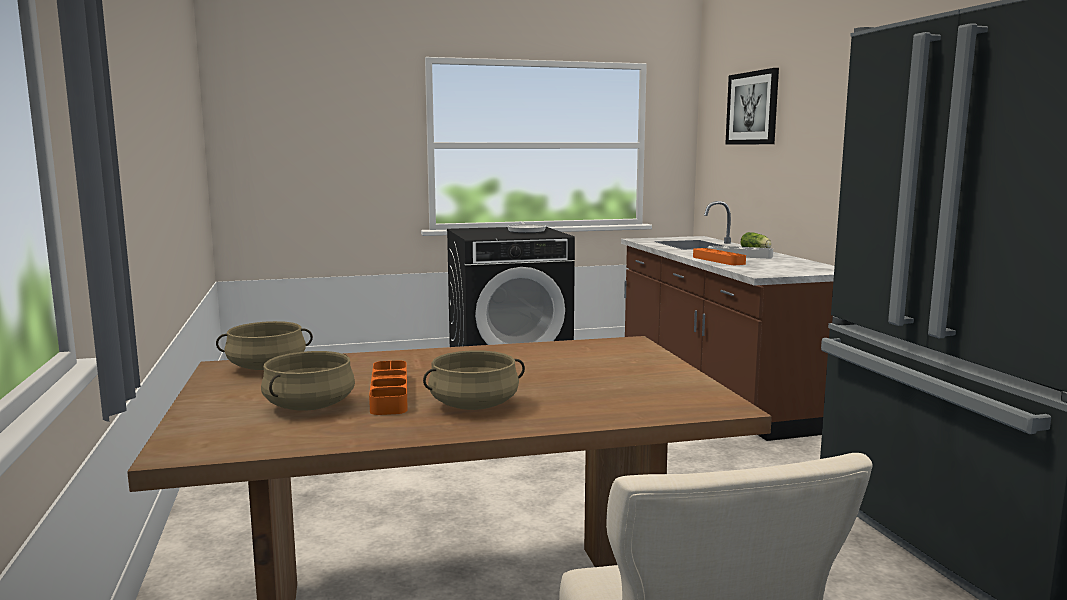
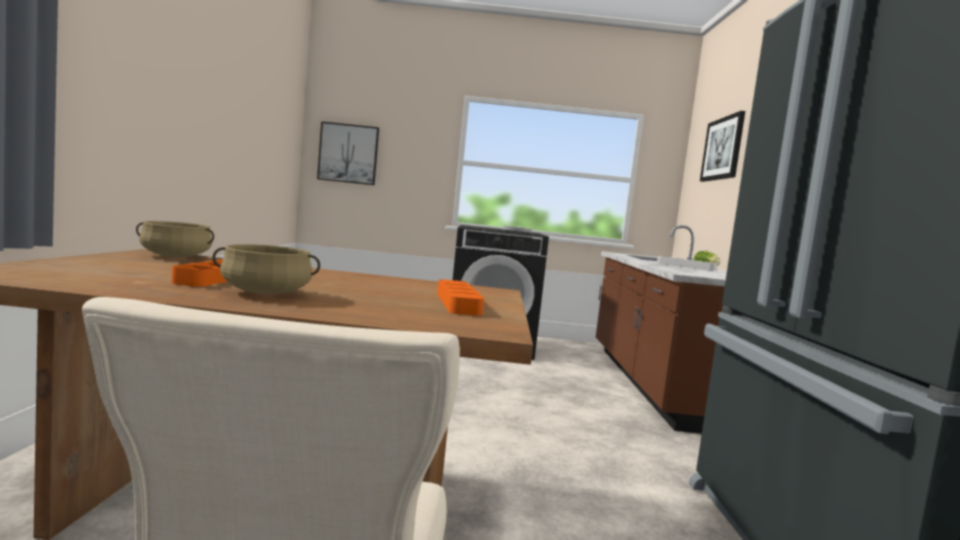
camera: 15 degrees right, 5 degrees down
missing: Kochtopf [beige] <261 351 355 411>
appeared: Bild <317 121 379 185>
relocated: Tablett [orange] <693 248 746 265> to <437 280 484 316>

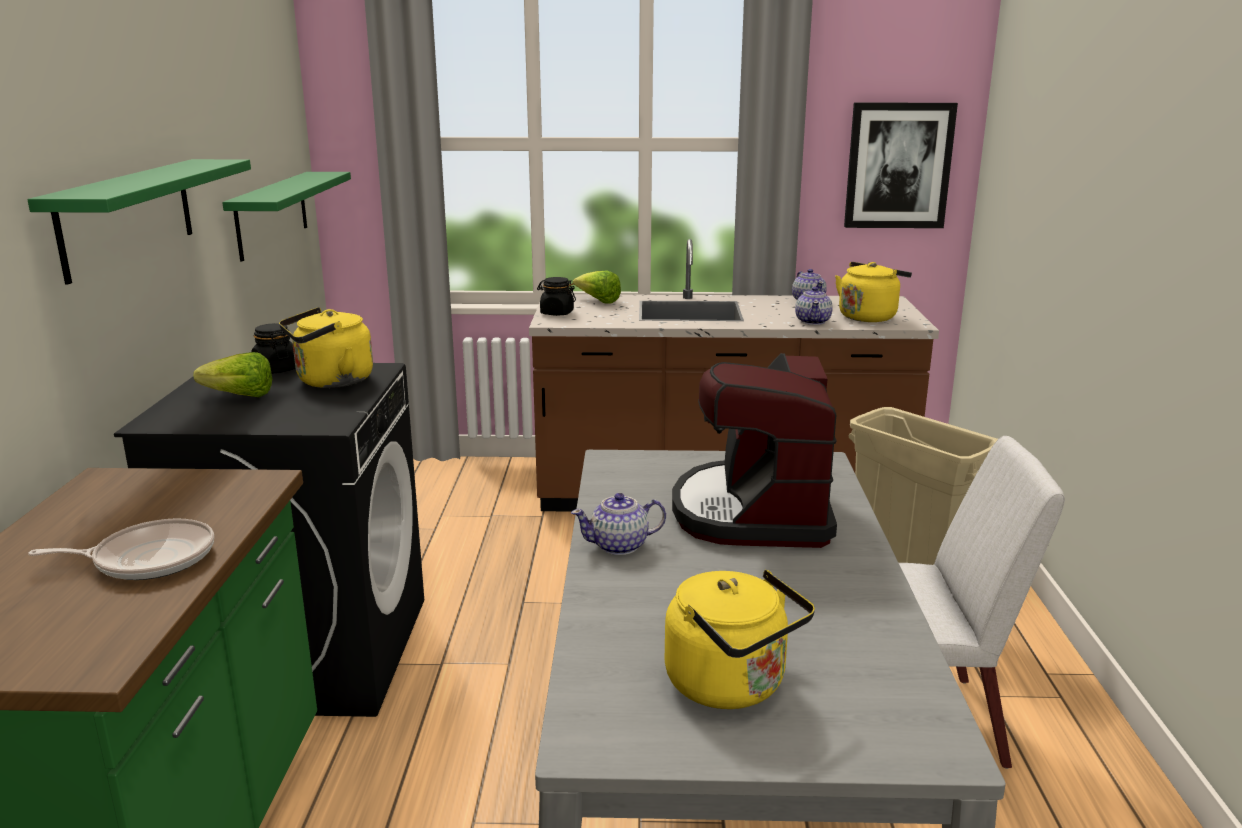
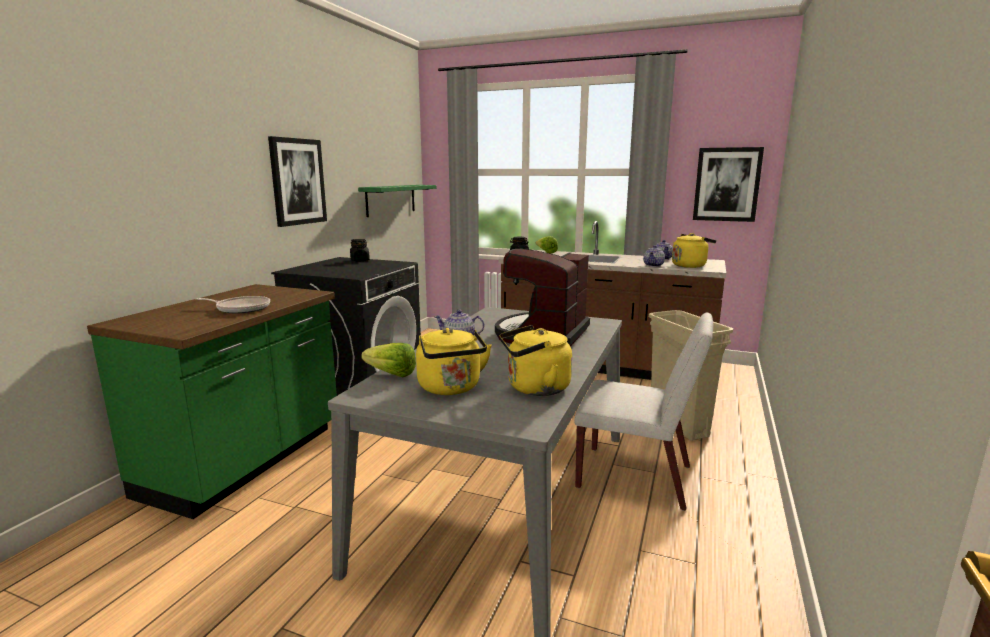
camera: 20 degrees right, 5 degrees down
relocated: Salatkopf <193 352 272 397> to <361 343 416 377>; Wasserkessel [gelb] <279 307 373 388> to <500 325 572 396>
exchanged: Wandregal [grün] <27 159 251 285> to Bild <268 136 327 227>

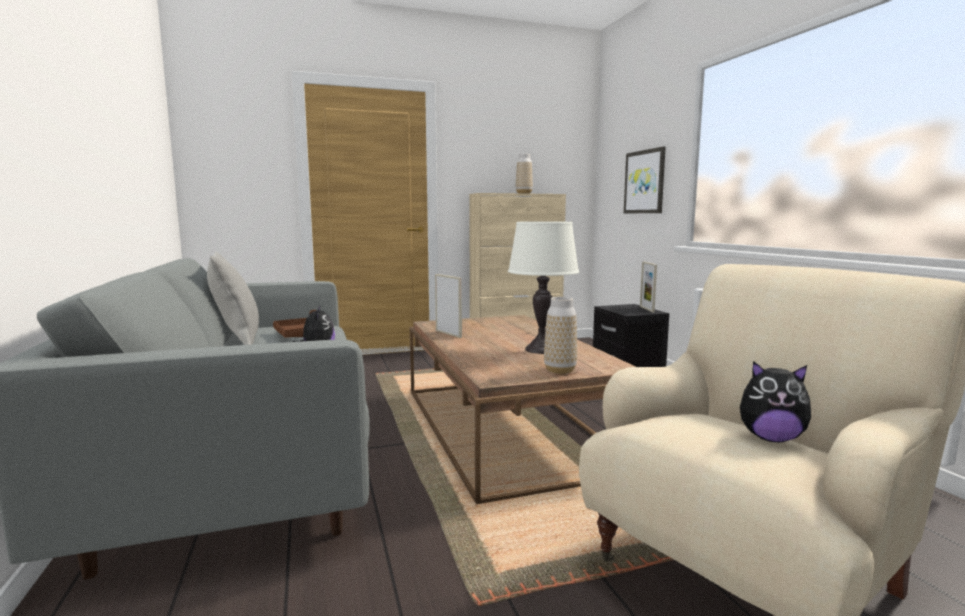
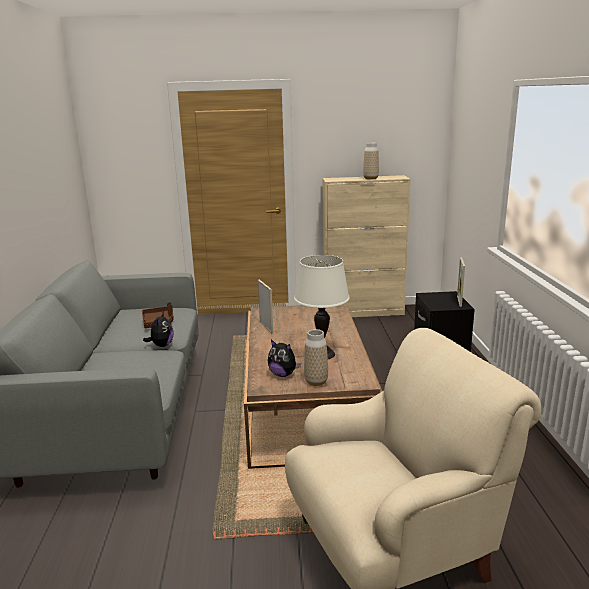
camera: 15 degrees right, 10 degrees up
missing: Kissen [grau] <207 252 259 345>; Bild <624 146 666 213>
relocated: Plüschtier <740 361 811 442> to <268 340 301 377>

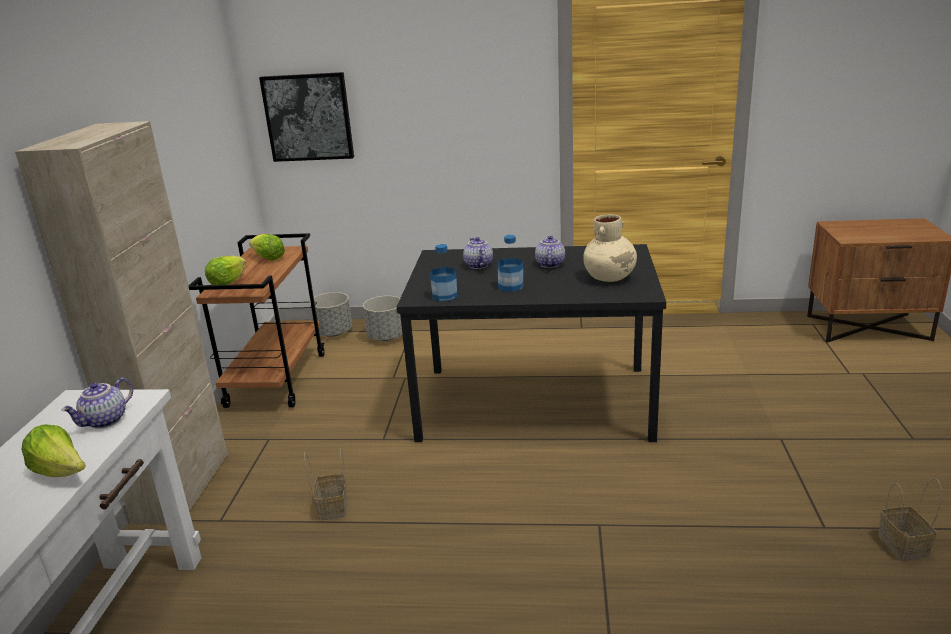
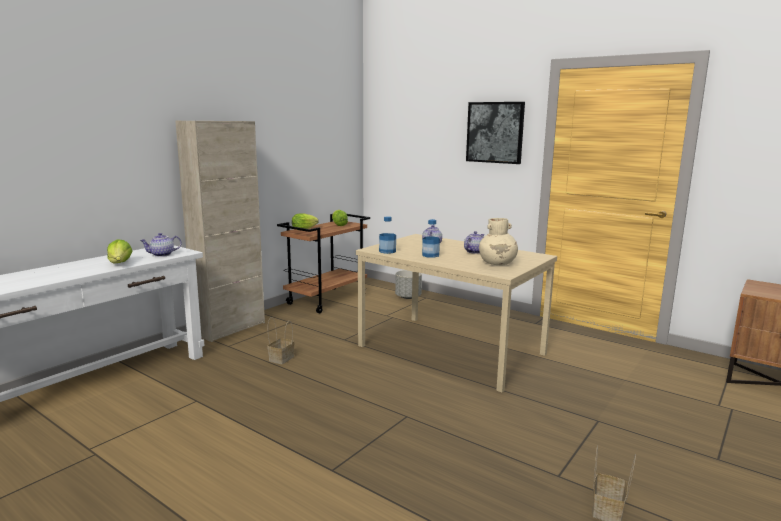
camera: 30 degrees right, 10 degrees down
missing: Pflanzkübel [grau] <310 292 352 337>
relocated: Bild <259 72 354 162> to <466 102 525 164>
colour: Esstisch [schwarz] <397 244 666 442> to Esstisch [beige] <356 234 557 392>

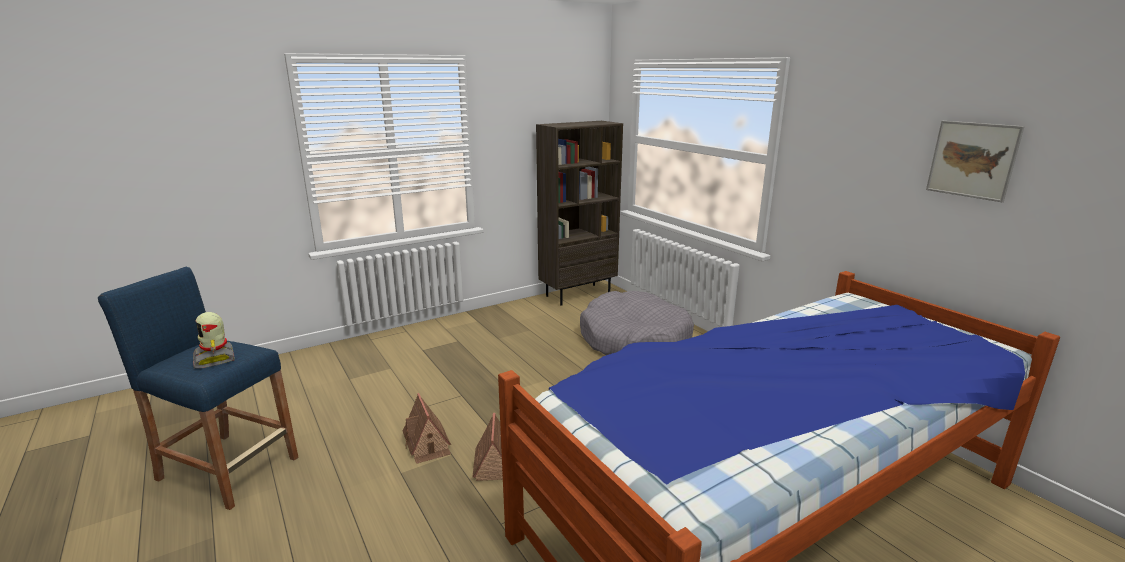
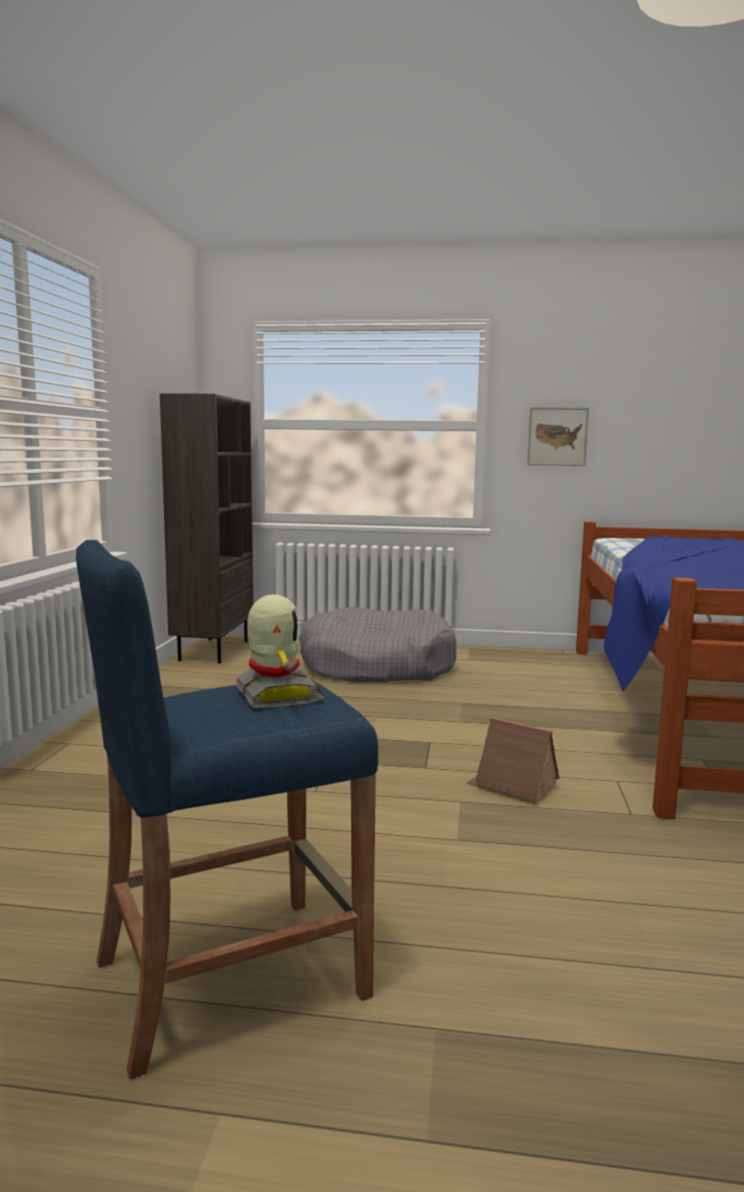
camera: 50 degrees left, 10 degrees down
missing: Spielzeughaus <403 393 451 464>
relocated: Bild <926 121 1025 202> to <527 407 589 466>
spun: Spielzeugroboter <193 312 235 369> = <236 594 325 708> 120 degrees counterclockwise

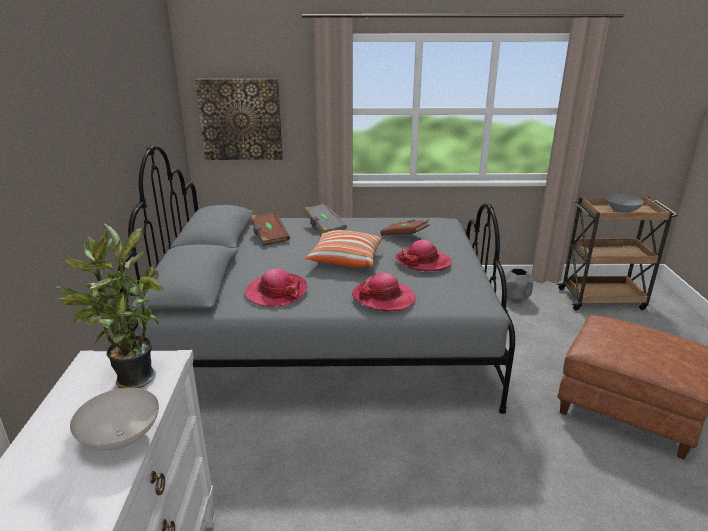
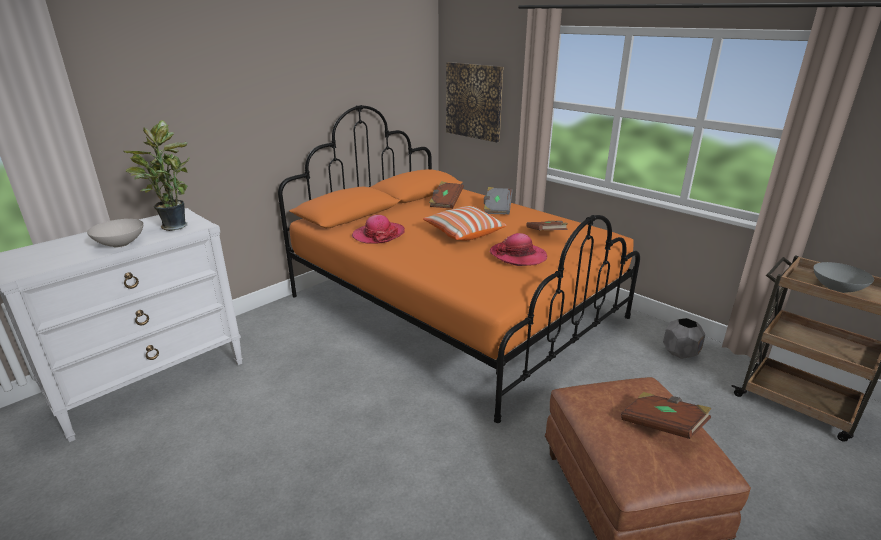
camera: 45 degrees right, 0 degrees up
missing: Hut <352 273 416 312>
appeared: Buch [braun] <621 392 711 439>
colour: Bett [grau] <118 146 515 414> to Bett [orange] <278 105 640 423>

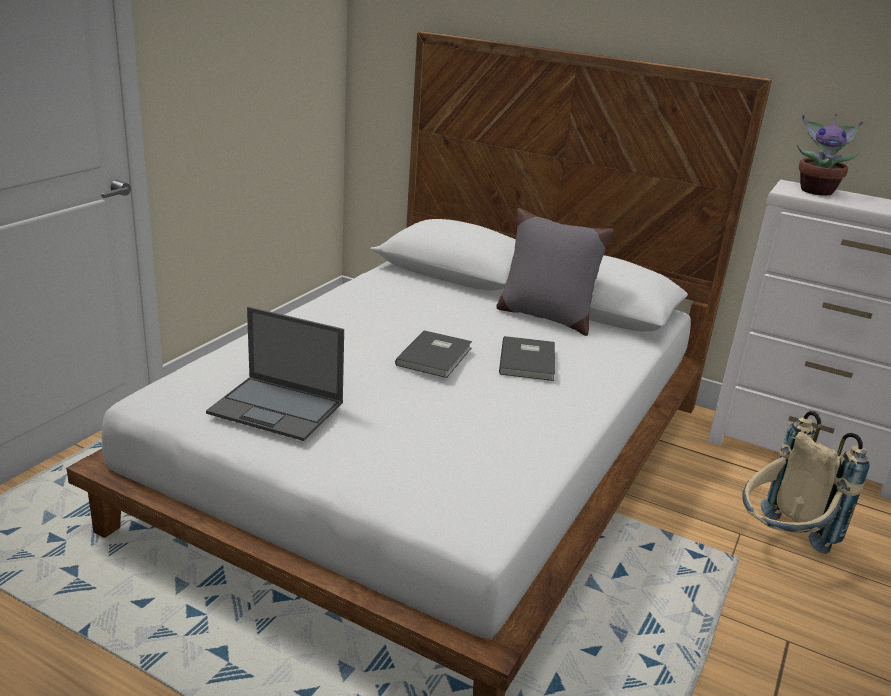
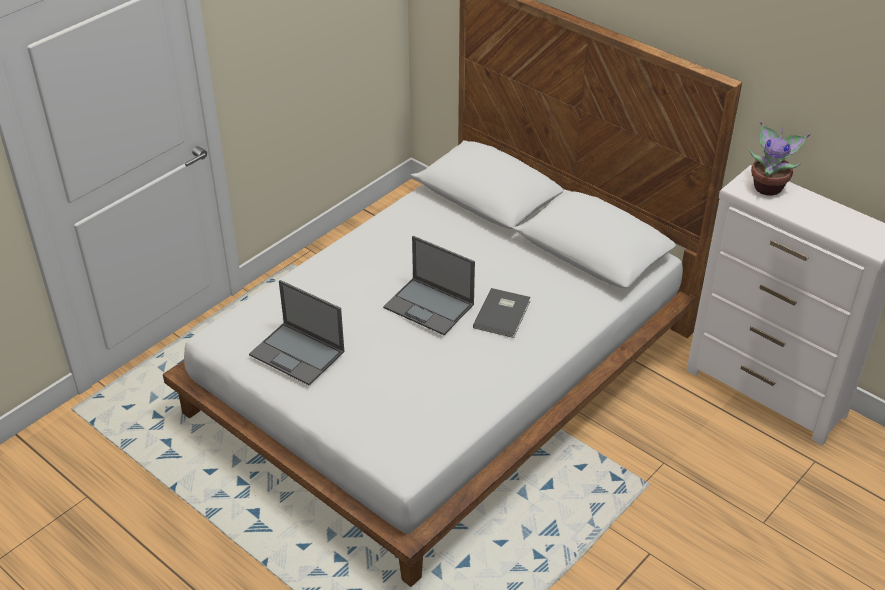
camera: 15 degrees right, 15 degrees up
missing: Kissen [grau] <496 208 614 336>; Rucksack [beige] <742 411 870 554>
exchanged: Buch [grau] <395 330 472 378> to Laptop <383 236 475 335>

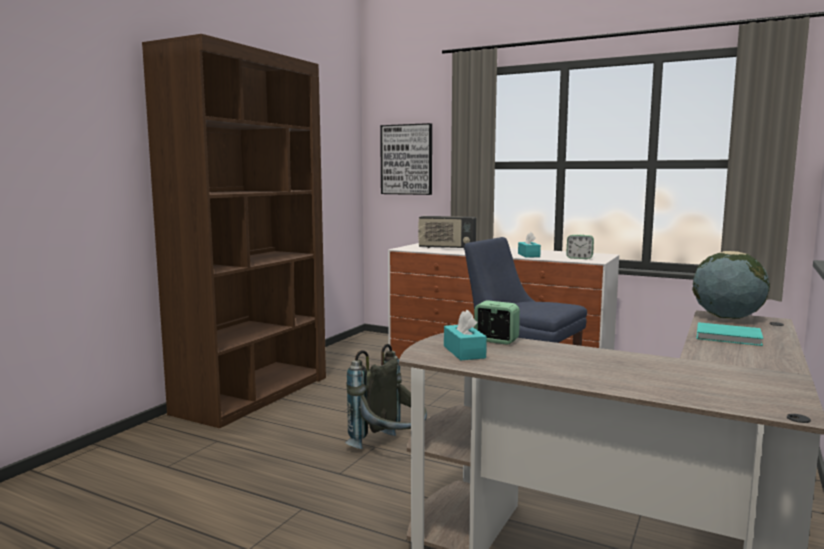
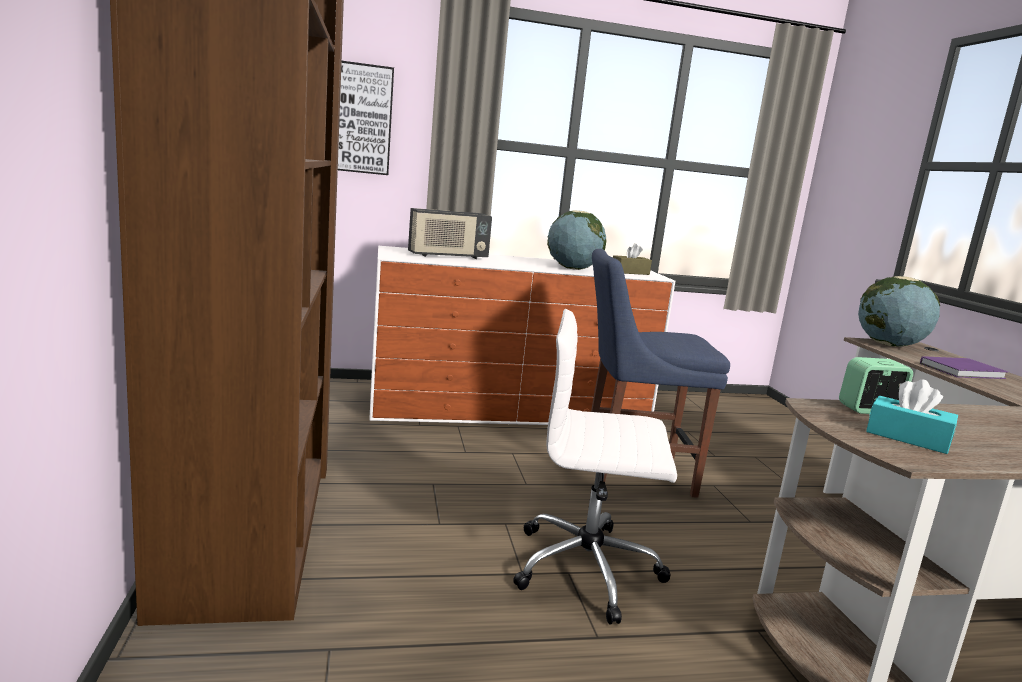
camera: 40 degrees left, 5 degrees up
exchanged: Rucksack [grau] <345 344 427 449> to Bürostuhl [weiß] <513 309 677 624>; Taschentuchbox [türkis] <518 232 541 257> to Globus <547 210 606 270>; Wecker <566 235 594 259> to Taschentuchbox [braun] <613 243 652 275>
colour: Buch [türkis] <696 322 763 346> to Buch [lila] <920 356 1008 379>

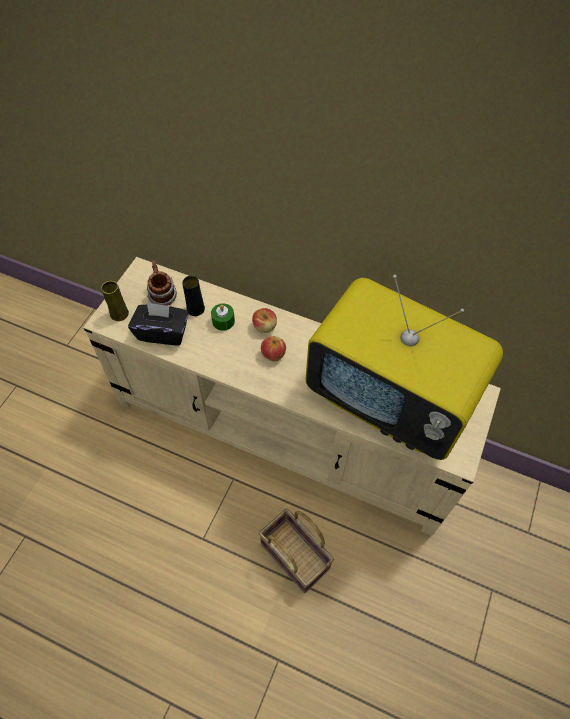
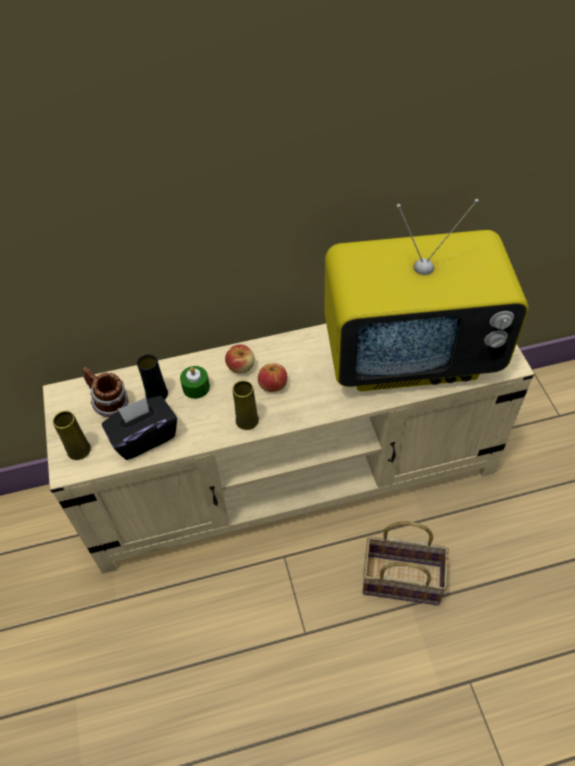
camera: 35 degrees left, 5 degrees down
appeared: Vase [gelb] <232 380 259 430>

